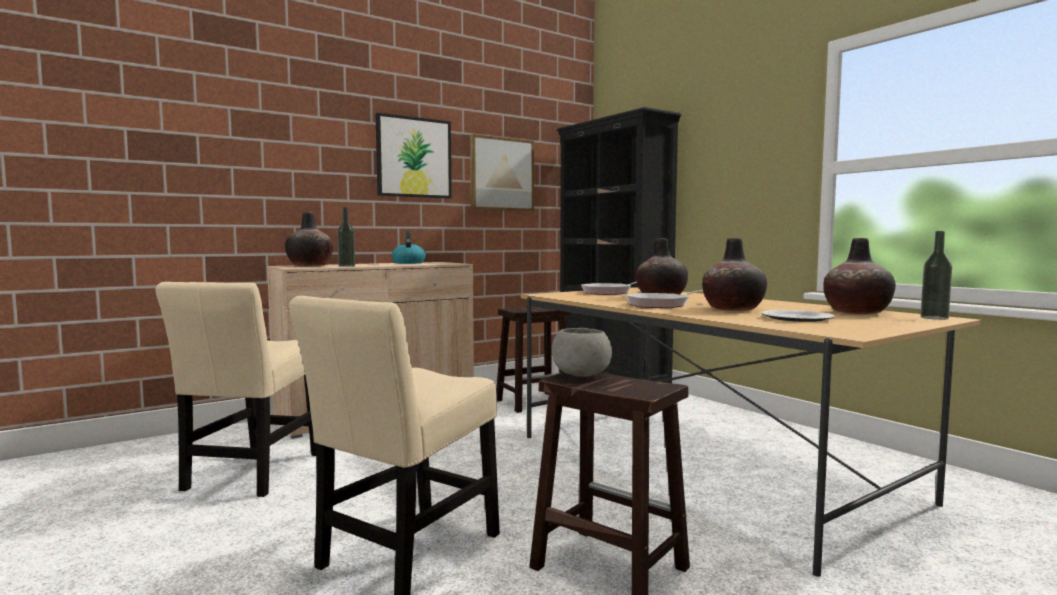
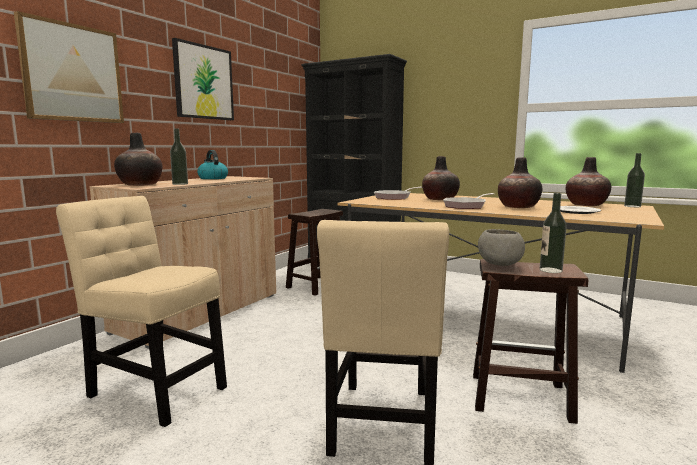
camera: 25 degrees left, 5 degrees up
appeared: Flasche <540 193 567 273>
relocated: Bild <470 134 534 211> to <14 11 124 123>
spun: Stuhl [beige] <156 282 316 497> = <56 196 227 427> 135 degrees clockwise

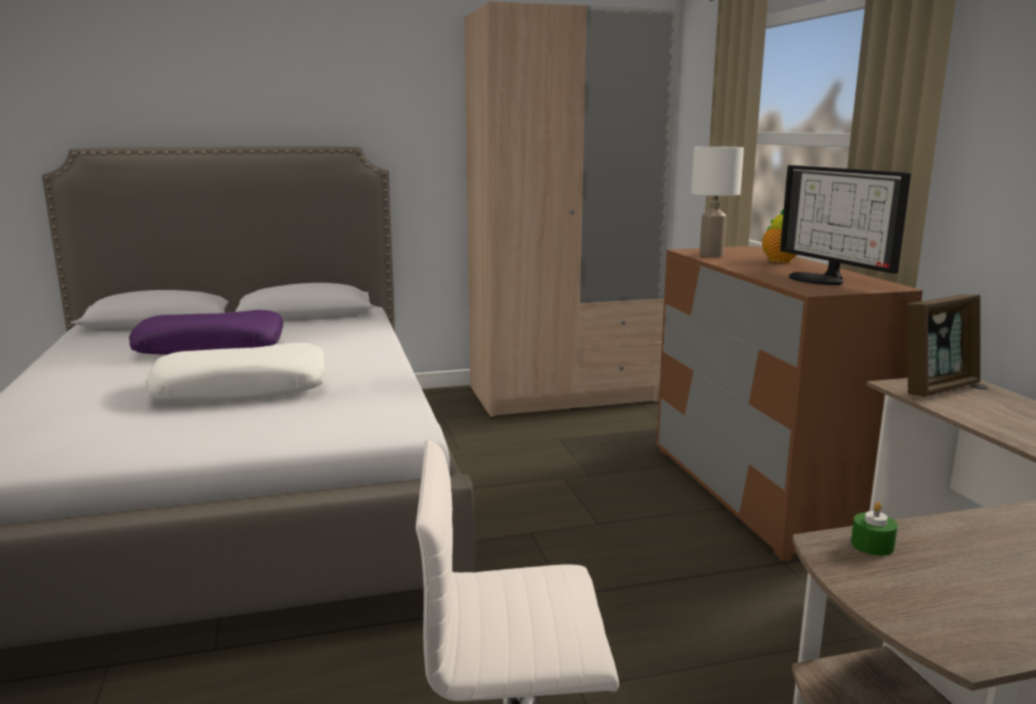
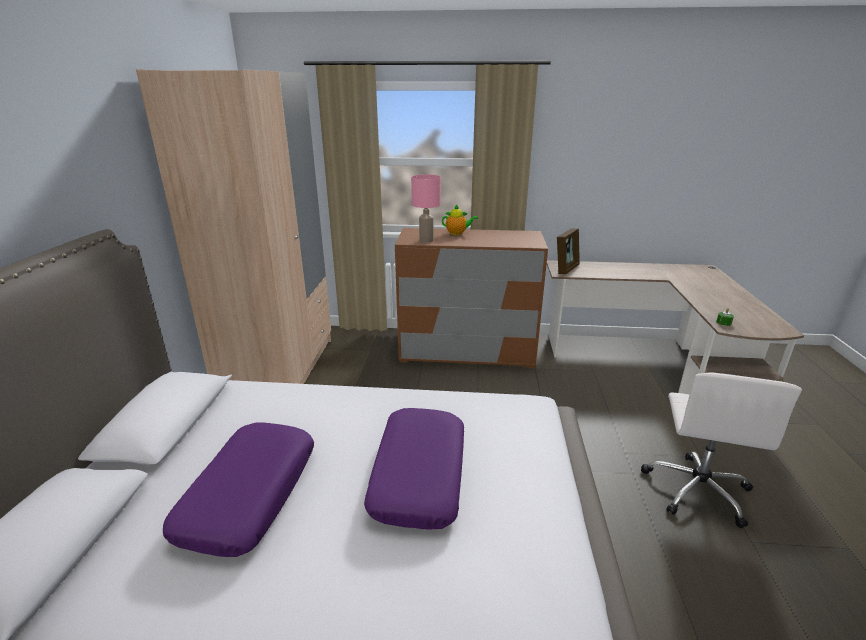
camera: 70 degrees left, 10 degrees up
missing: Monitor <780 165 911 285>
colour: Kissen [weiß] <146 343 325 402> to Kissen [lila] <364 408 464 530>; Tischlampe [weiß] <691 146 744 257> to Tischlampe [rosa] <411 174 441 242>
spun: Bilderrahmen <907 294 981 396> = <557 228 580 274> 45 degrees clockwise

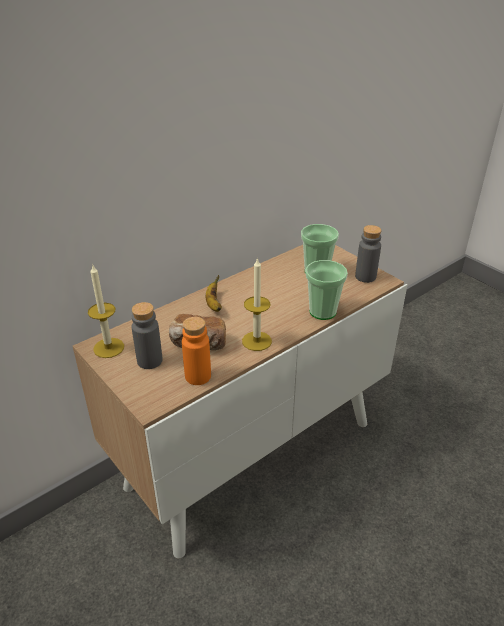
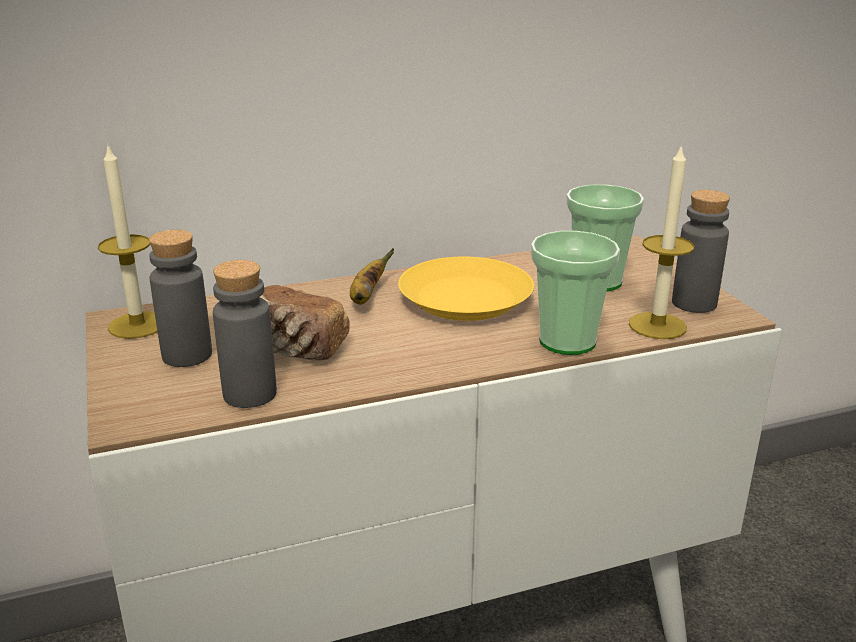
camera: 20 degrees right, 10 degrees down
appeared: Teller [gelb] <398 257 534 321>
relocated: Kerze <242 257 272 351> to <629 144 694 339>
colour: Flasche [orange] <182 317 211 385> to Flasche [grau] <213 260 277 408>

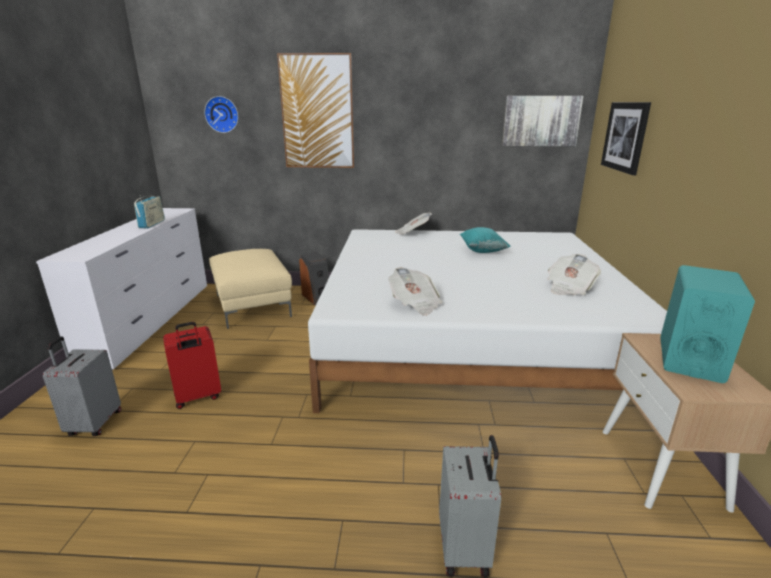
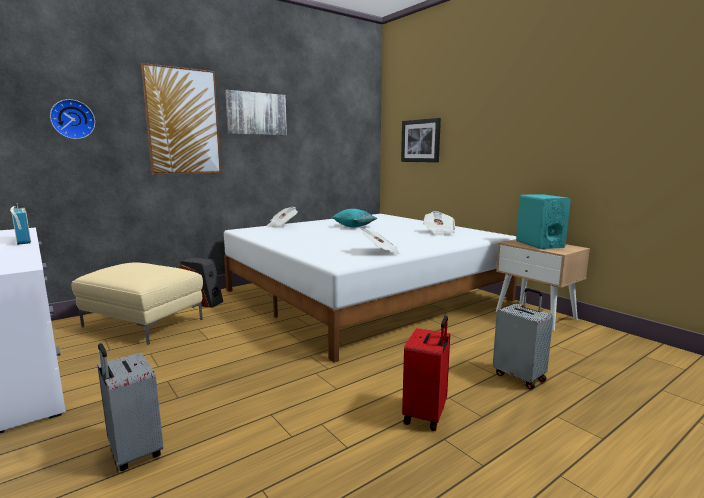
camera: 40 degrees left, 10 degrees down
relocated: Bild <502 96 584 146> to <225 90 287 135>; Koffer [rot] <163 322 221 409> to <402 316 450 431>

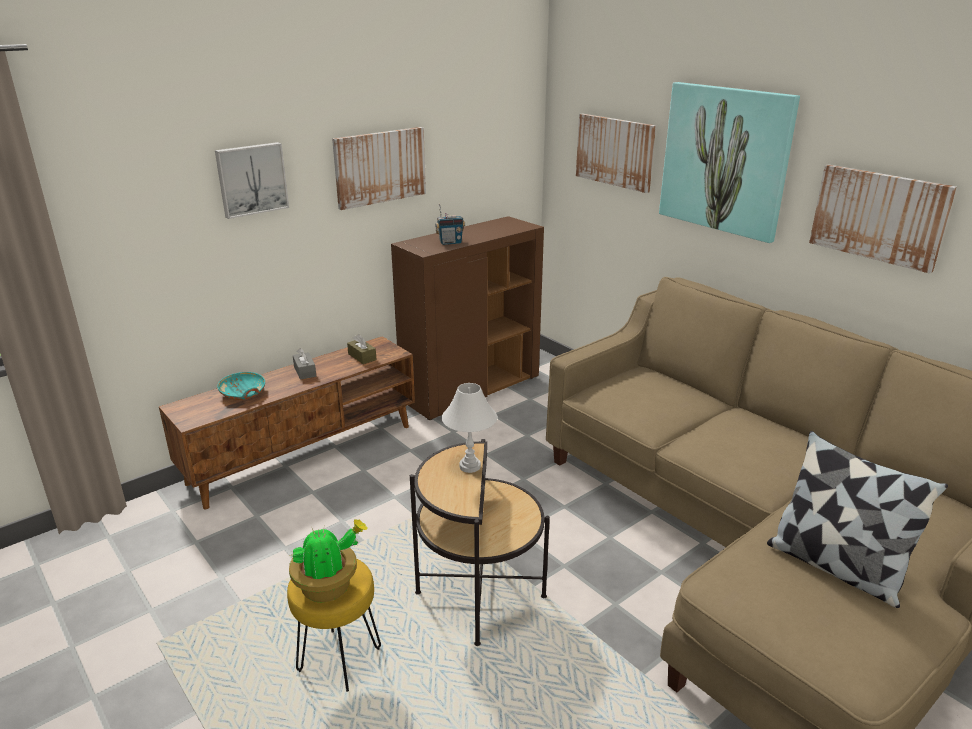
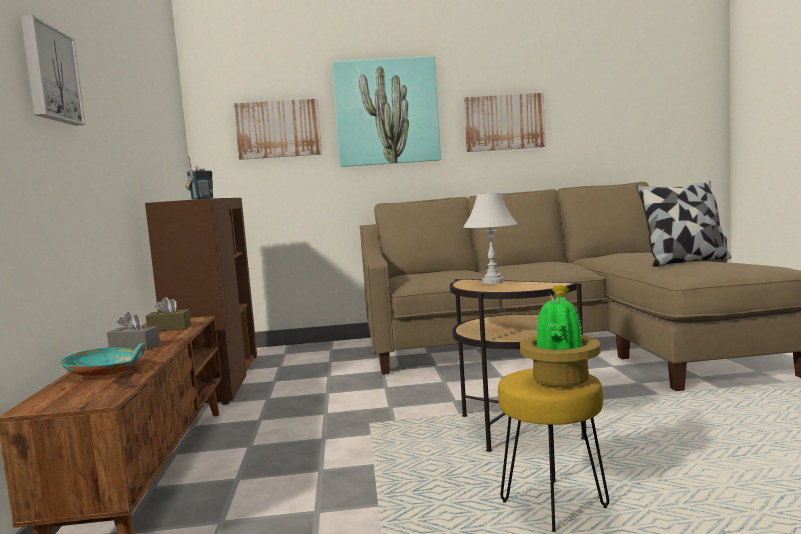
camera: 55 degrees left, 20 degrees down
missing: Bild <332 127 426 210>

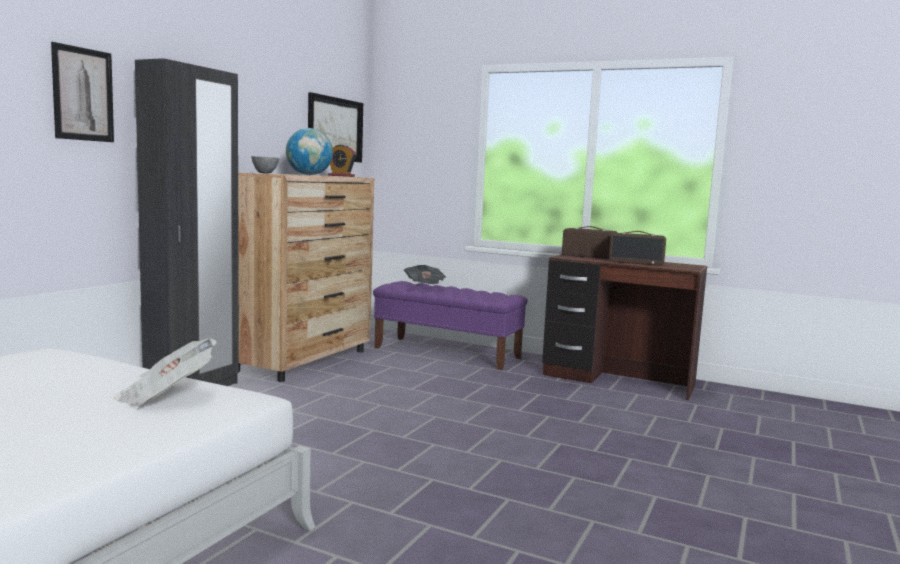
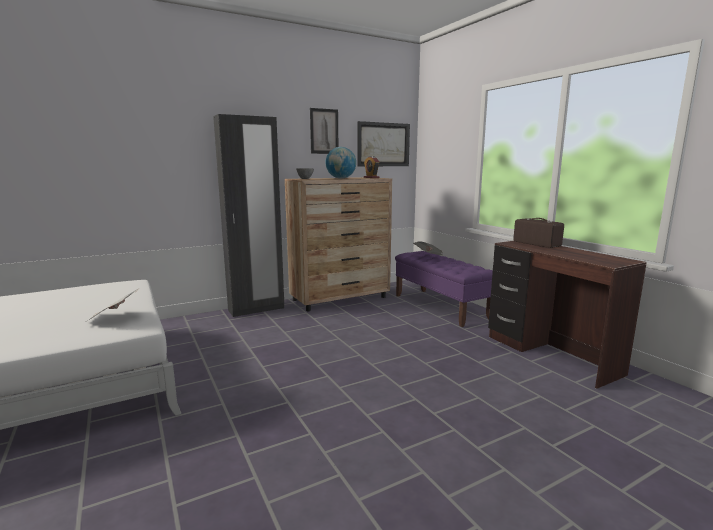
camera: 35 degrees right, 5 degrees up
missing: Radio <609 231 666 266>
relocated: Bild <51 42 114 142> to <310 108 338 154>

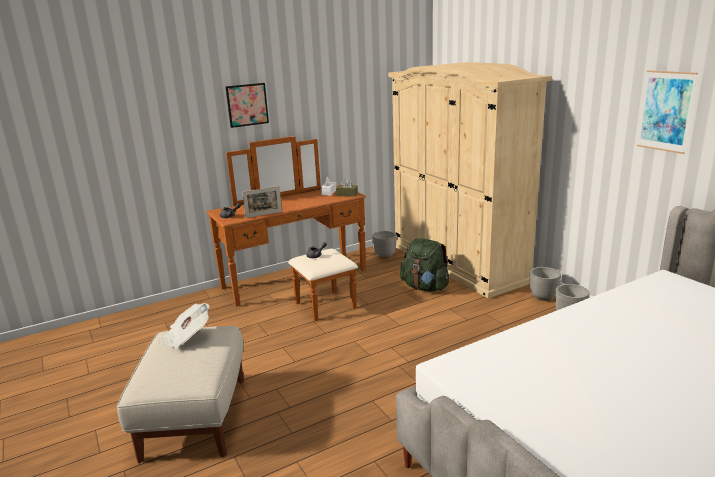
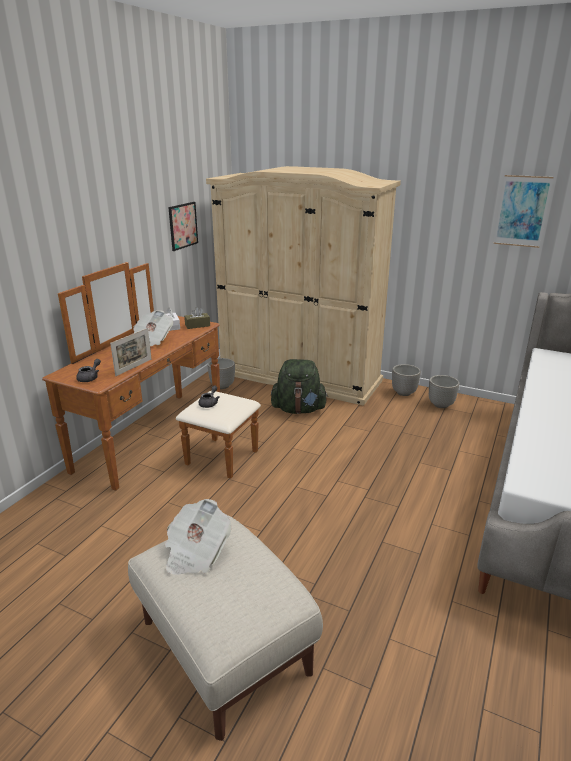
camera: 35 degrees left, 5 degrees up
appeared: Zeitung <133 310 173 346>
relocated: Bild <225 83 269 128> to <168 202 198 251>

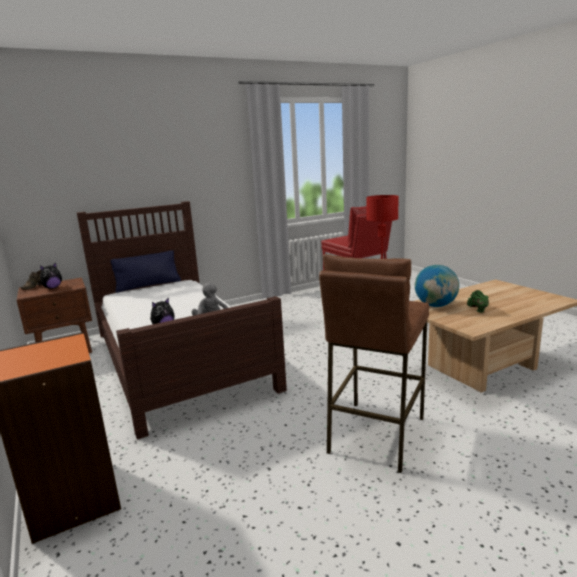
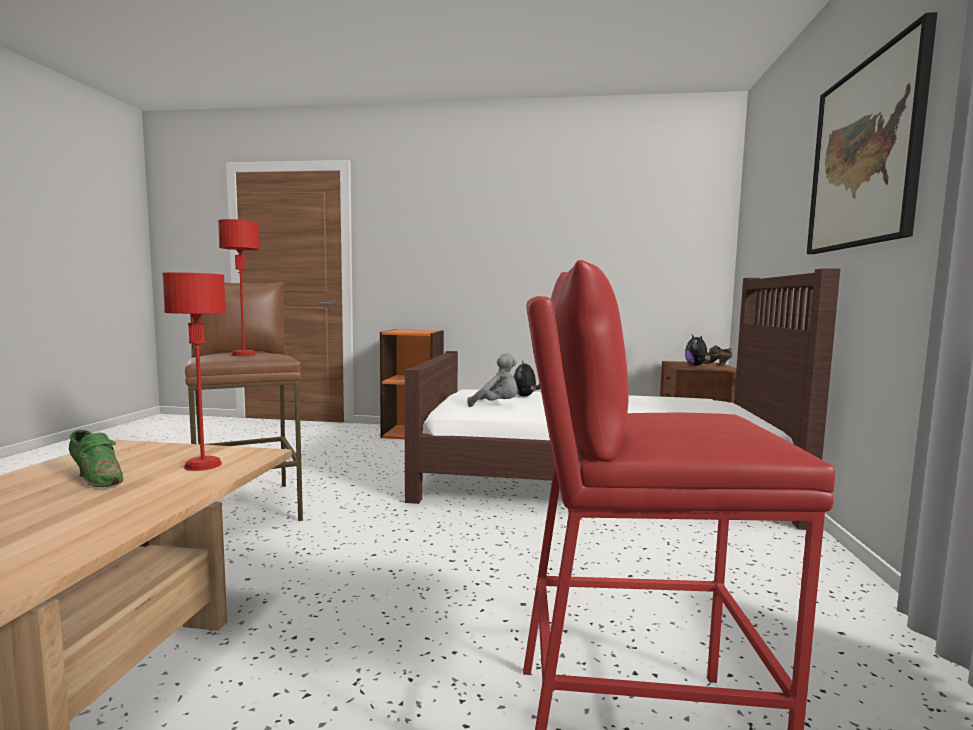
camera: 125 degrees right, 10 degrees down
missing: Kissen [blau] <110 250 181 293>
appeared: Bild <807 12 938 254>
exchanged: Globus <415 265 459 307> to Tischlampe [rot] <162 272 226 471>

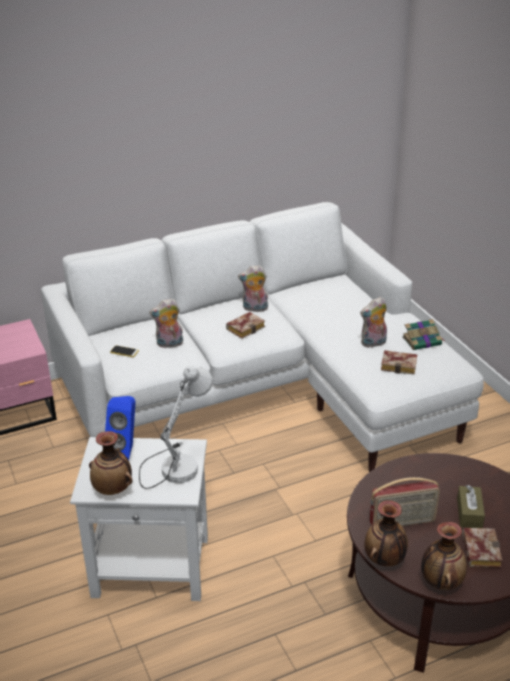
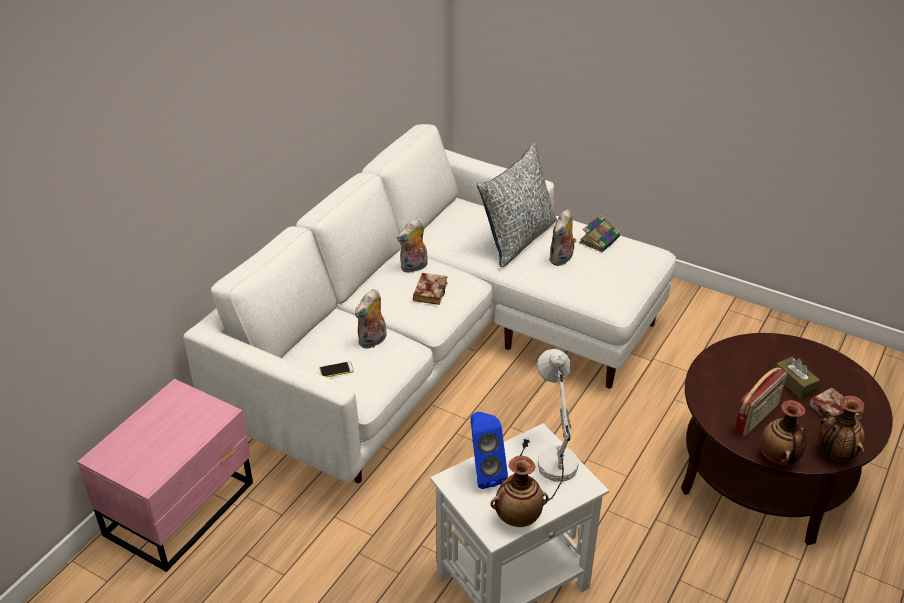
camera: 35 degrees left, 5 degrees up
missing: Buch <381 350 417 375>
appeared: Kissen <477 142 557 267>

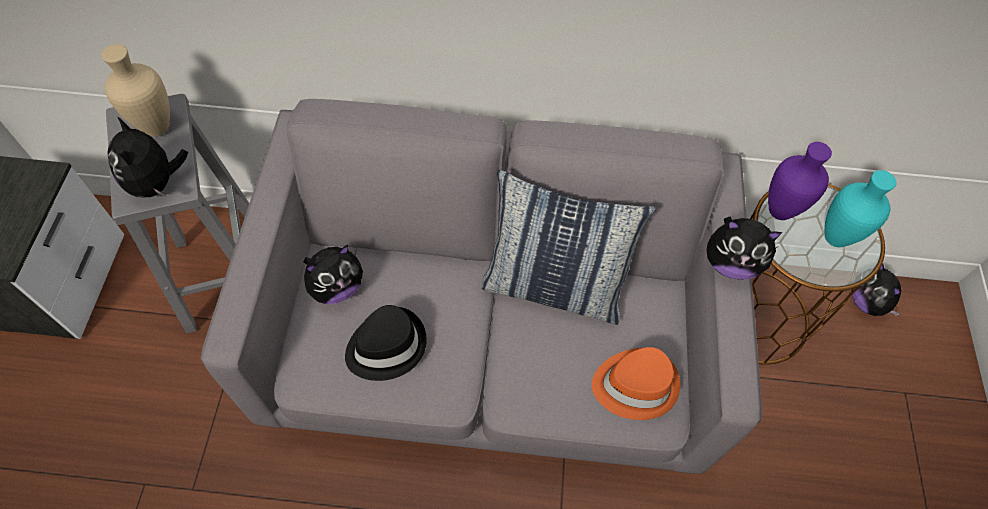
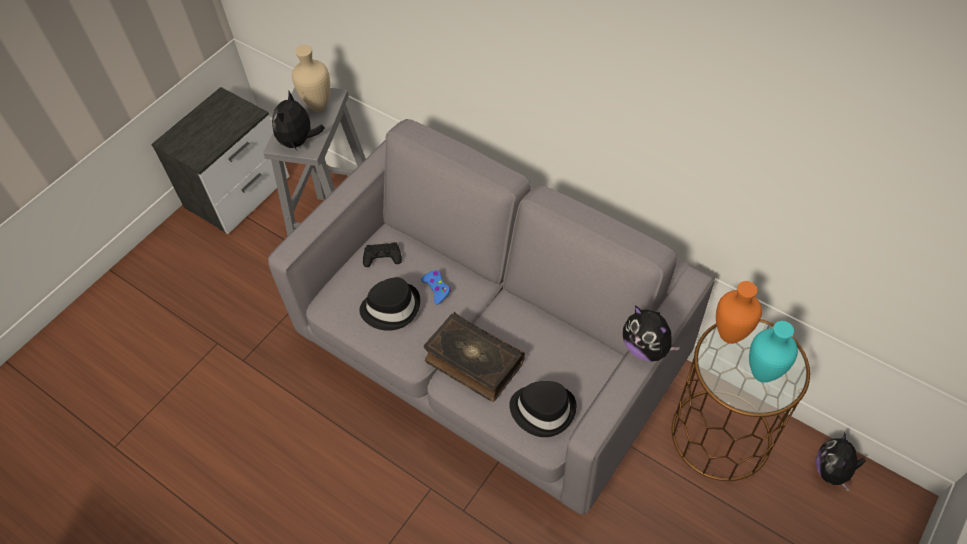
camera: 35 degrees right, 5 degrees down
missing: Kissen <481 169 656 325>
appeared: Gamepad [blau] <421 270 450 305>; Buch <424 312 525 402>
exchanged: Plüschtier <304 245 363 304> to Gamepad [schwarz] <363 242 402 267>
colour: Hut [orange] <592 347 680 420> to Hut [schwarz] <509 381 577 437>; Vase [lila] <768 142 832 220> to Vase [orange] <716 281 762 344>

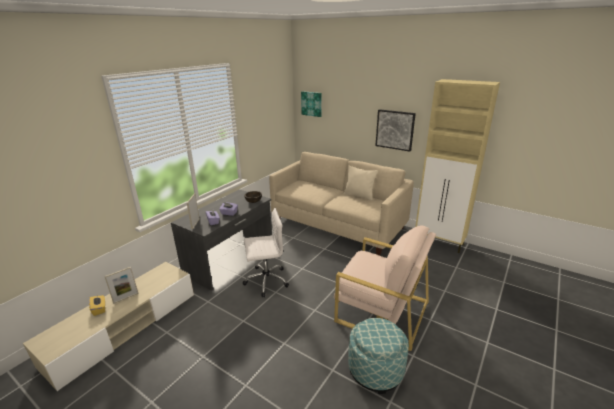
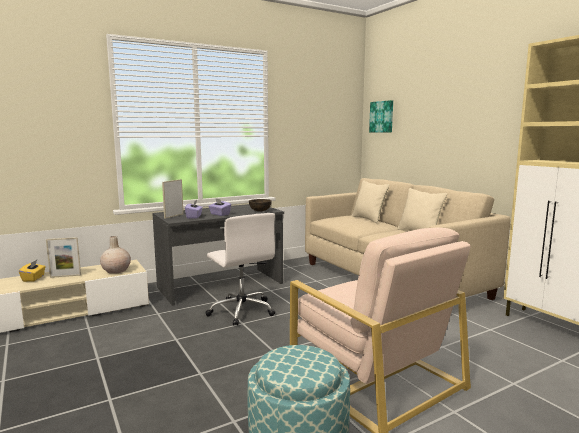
camera: 25 degrees right, 15 degrees down
missing: Bild <375 109 416 152>
appeared: Vase [beige] <100 236 131 274>; Kissen [beige] <352 180 389 223>
spun: Bürostuhl [weiß] <243 208 289 297> = <205 213 275 326> 45 degrees clockwise

